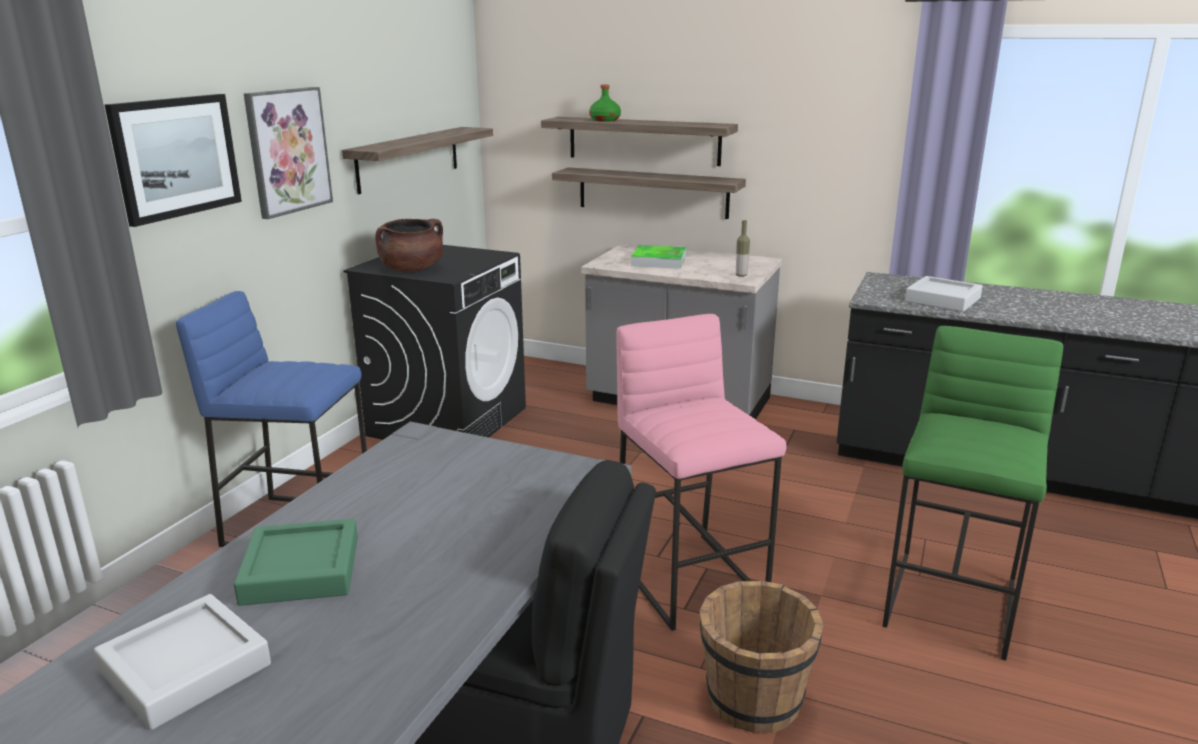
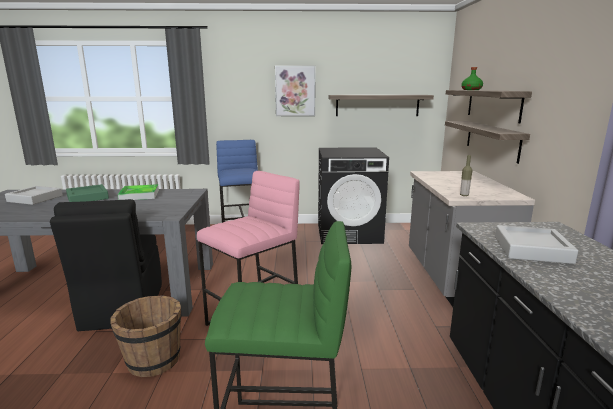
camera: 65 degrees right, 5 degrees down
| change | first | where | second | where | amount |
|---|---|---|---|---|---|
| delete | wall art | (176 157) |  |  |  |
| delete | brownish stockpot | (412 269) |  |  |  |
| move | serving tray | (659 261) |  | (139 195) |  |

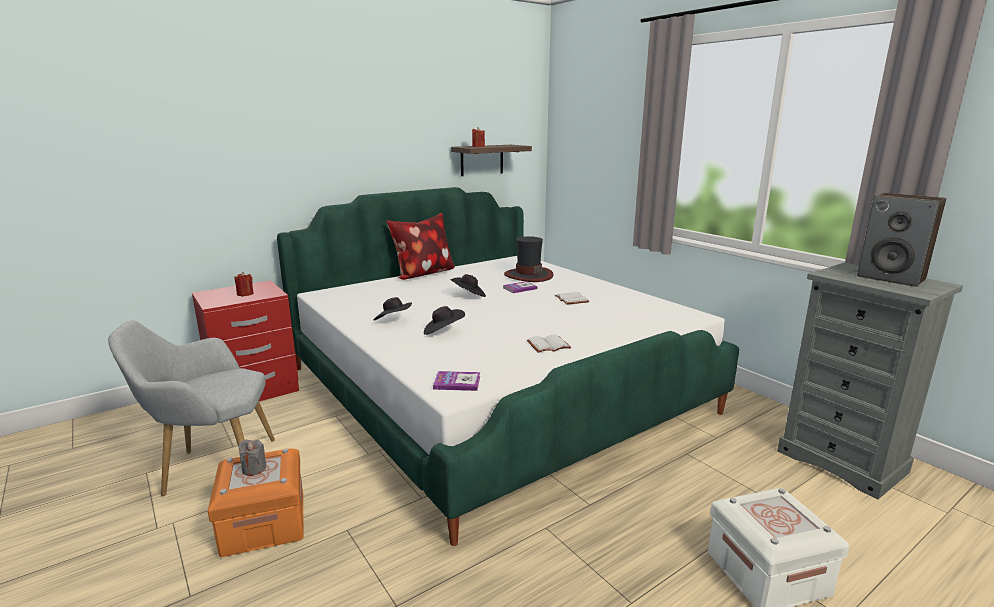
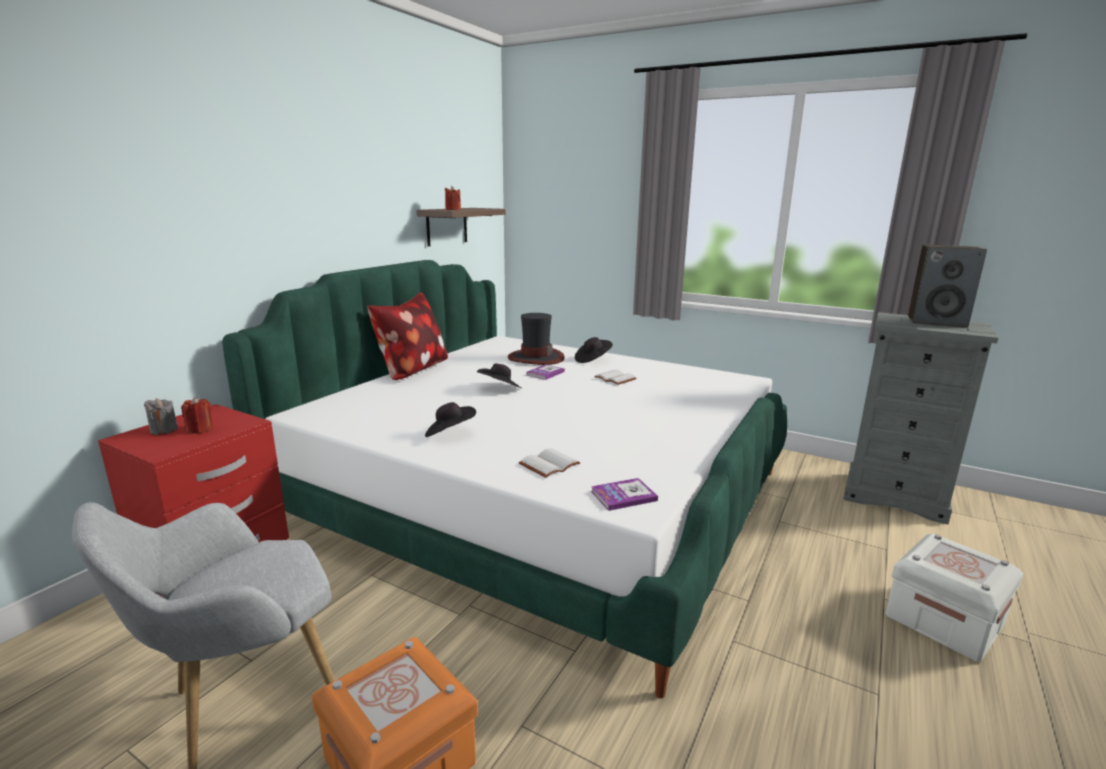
camera: 25 degrees left, 0 degrees up
| change | first | where | second | where | amount |
|---|---|---|---|---|---|
| move | black wearable hat | (443 332) |  | (592 360) |  |
| move | white-coloured book | (548 345) |  | (549 464) |  |
| move | gray wax light | (254 469) |  | (164 430) |  |

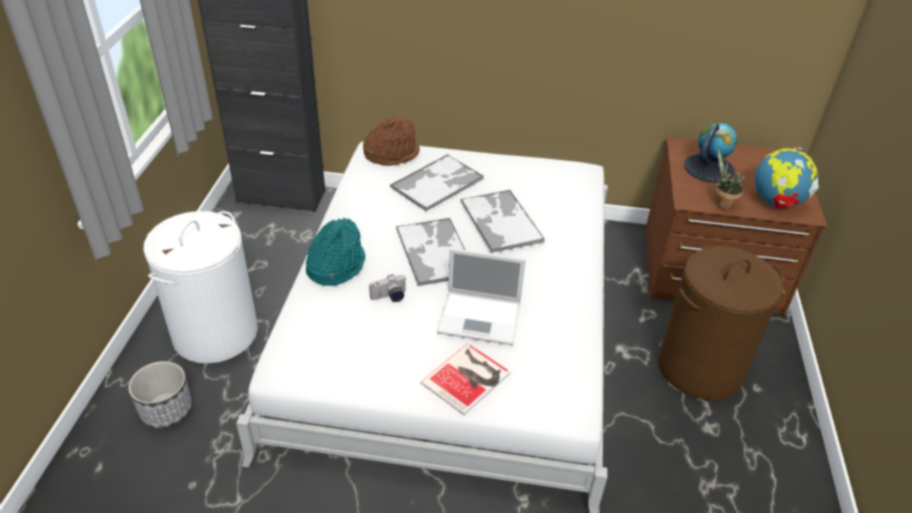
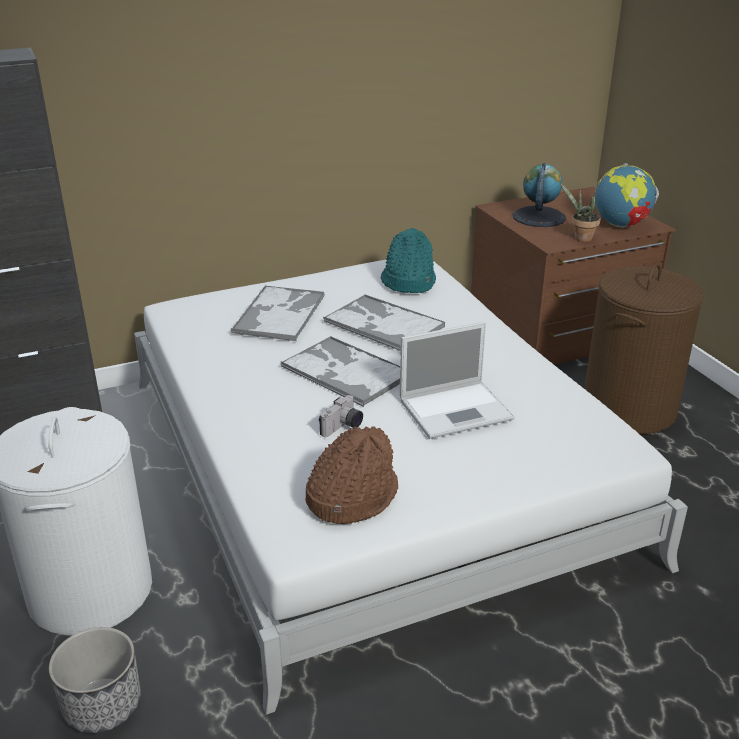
camera: 30 degrees left, 10 degrees down
| change | first | where | second | where | amount |
|---|---|---|---|---|---|
| move | brownish wearable hat | (391 154) |  | (351 497) |  |
| move | turquoise wearable hat | (335 266) |  | (407 282) |  |
| delete | book | (468 378) |  |  |  |

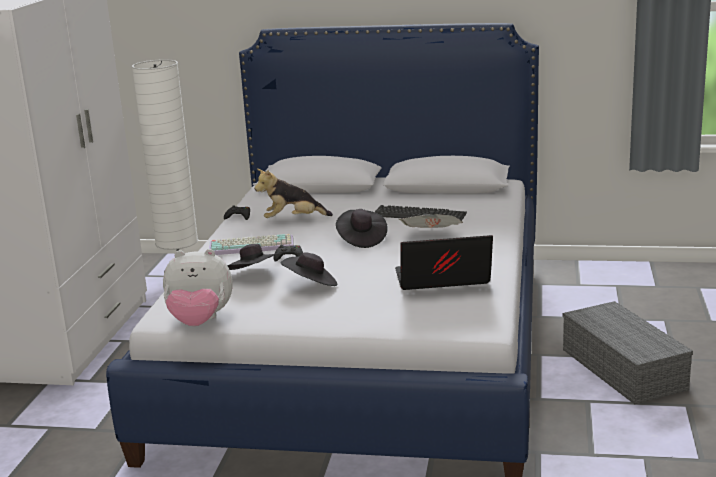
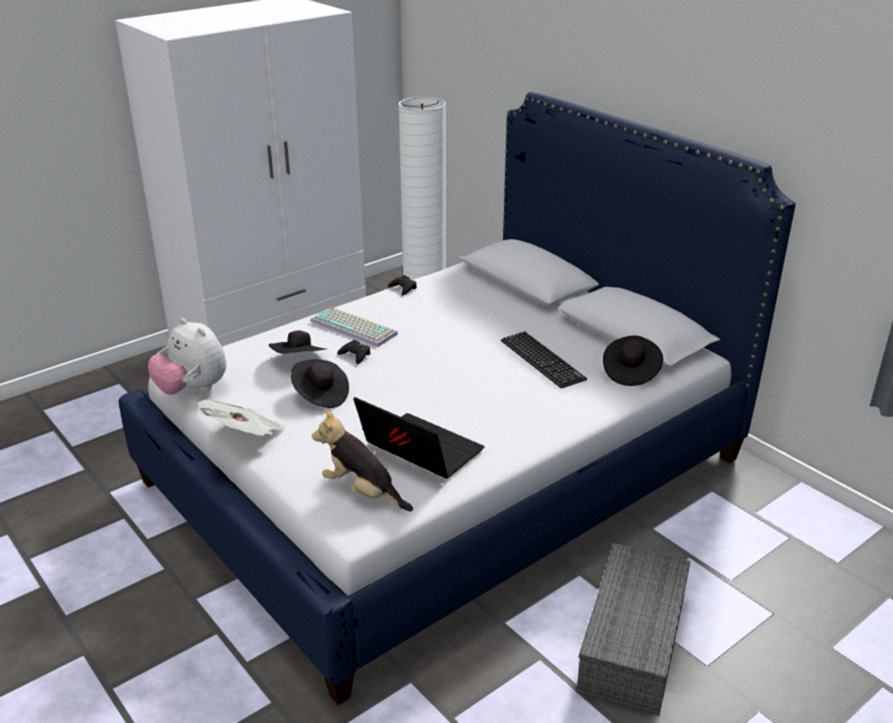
camera: 40 degrees right, 10 degrees up
| change | first | where | second | where | amount |
|---|---|---|---|---|---|
| move | plush toy | (293 220) |  | (362 492) |  |
| move | black wearable hat | (361 239) |  | (630 372) |  |
| move | printed paper | (432 238) |  | (244 436) |  |

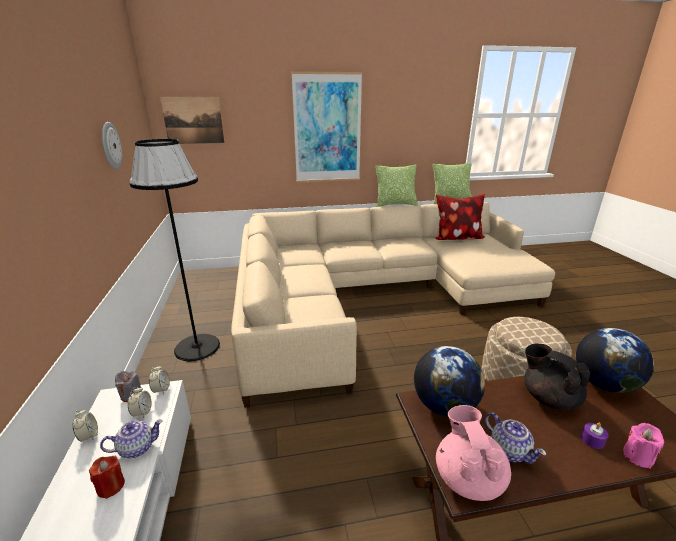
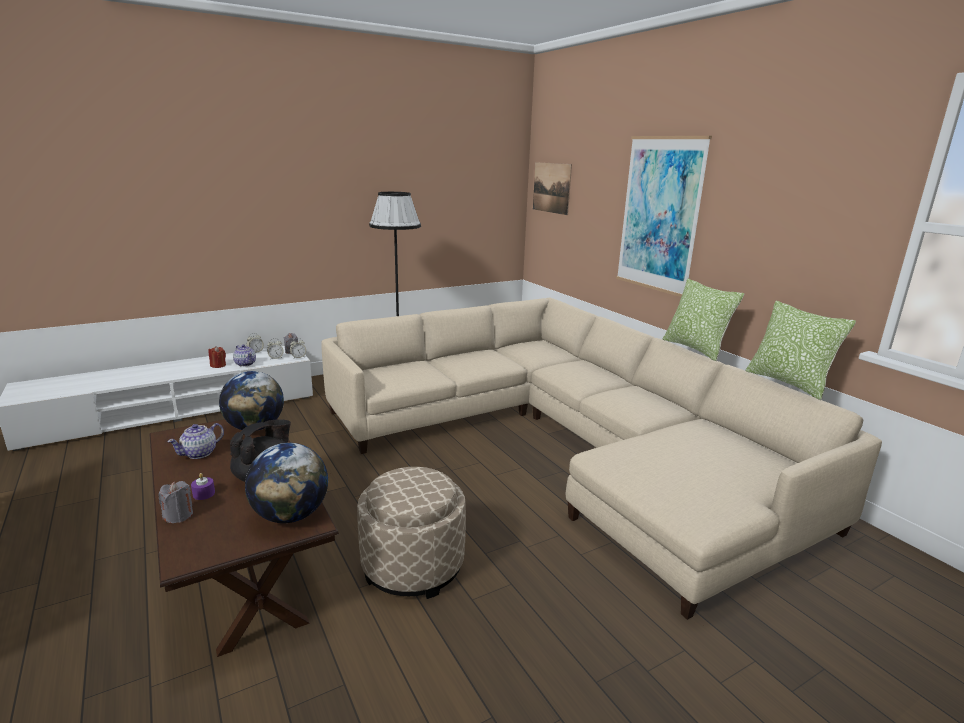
camera: 70 degrees right, 5 degrees down
| change | first | where | second | where | amount |
|---|---|---|---|---|---|
| delete | clock on the wall | (110 146) |  |  |  |
| delete | cushion | (456 238) |  |  |  |
| delete | pink-coloured teapot | (468 477) |  |  |  |
| recolor | pink-coloured wax light | (637 456) | gray wax light | (178 515) |  |

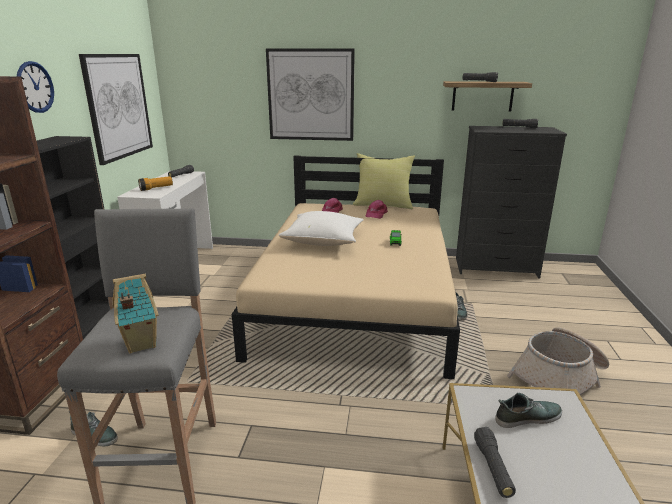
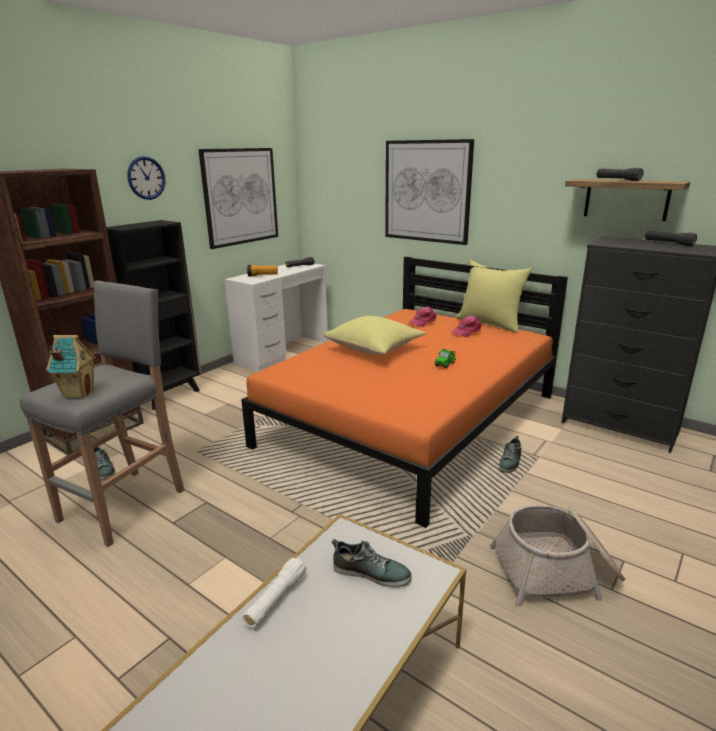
camera: 30 degrees right, 0 degrees up
| change | first | where | second | where | amount |
|---|---|---|---|---|---|
| recolor | sand-coloured bedroom bed | (356 299) | orangey bedroom bed | (411 420) |  |
| recolor | white-coloured cushion | (324 241) | yellow-coloured cushion | (375 350) |  |
| recolor | black flashlight | (493 468) | white-coloured flashlight | (276 600) |  |

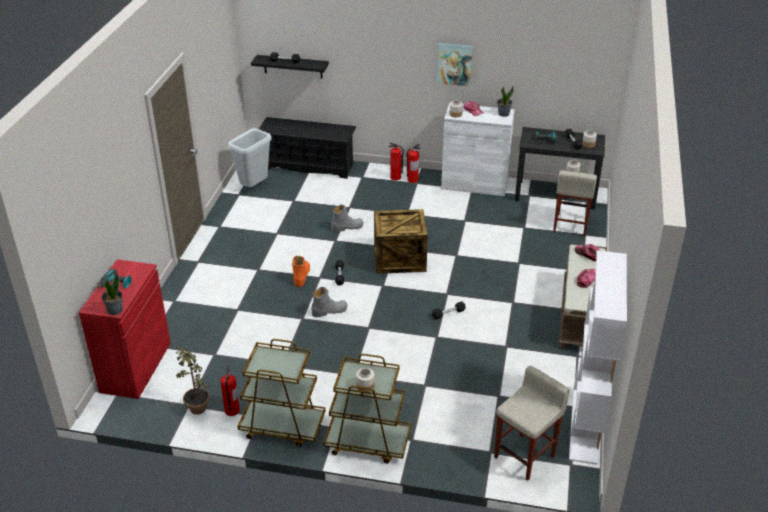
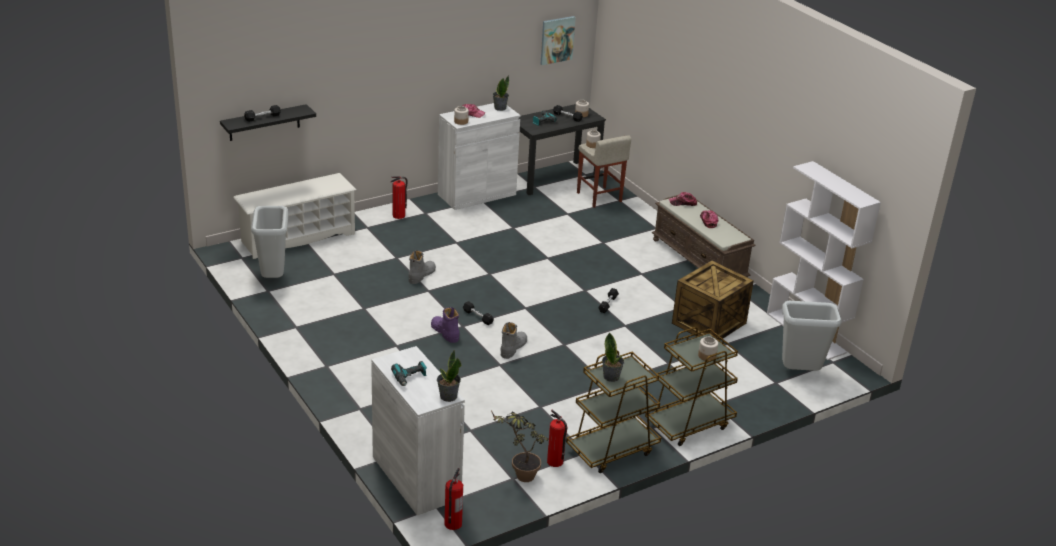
camera: 45 degrees left, 5 degrees down
| change | first | where | second | where | amount |
|---|---|---|---|---|---|
| move | wall art | (454 64) |  | (557 40) |  |
| recolor | black shoe rack | (308 166) | white-coloured shoe rack | (298 237) |  |
| move | fire extinguisher | (412 180) |  | (453 524) |  |
| move | crate | (399 259) |  | (709 323) |  |
| recolor | orangey boot | (301 276) | purple boot | (445 332) |  |
| recolor | red cabinet | (136 367) | white-coloured cabinet | (416 477) |  |
| replace | sand-coloured stool | (525 456) | gray waste bin | (800 372) |  |
| insert |  |  | potted plant | (611 377) |  |

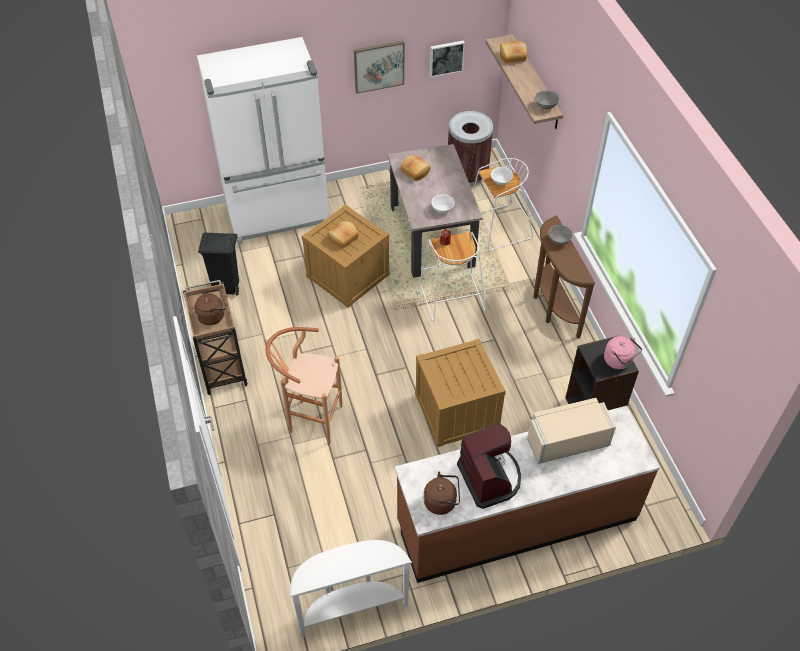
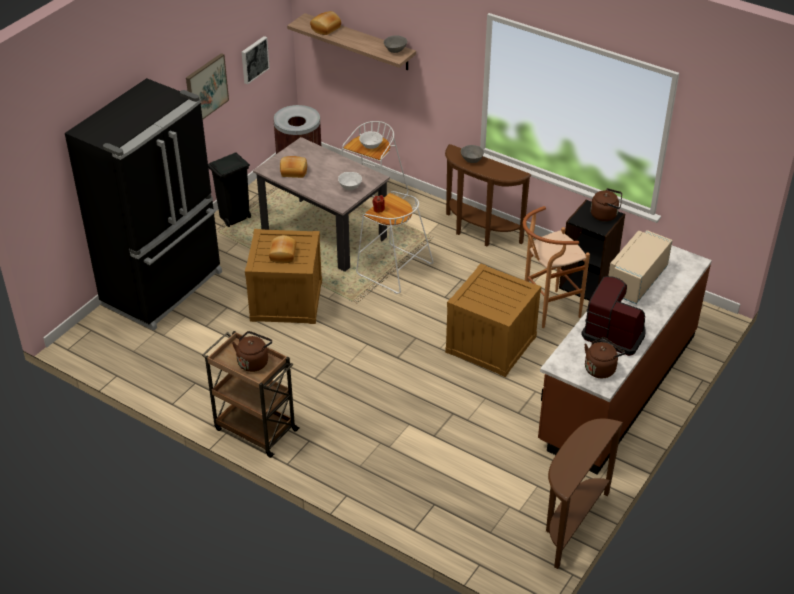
camera: 40 degrees left, 10 degrees down
| change | first | where | second | where | amount |
|---|---|---|---|---|---|
| recolor | white-coloured fridge | (278 215) | black fridge | (164 289) |  |
| move | black waste bin | (226 288) |  | (234 218) |  |
| move | brownish stool | (310 419) |  | (546 312) |  |
| recolor | pink-coloured kettle | (619 361) | brownish kettle | (605 215) |  |
| recolor | white-coloured console table | (351 608) | brownish console table | (570 524) |  |

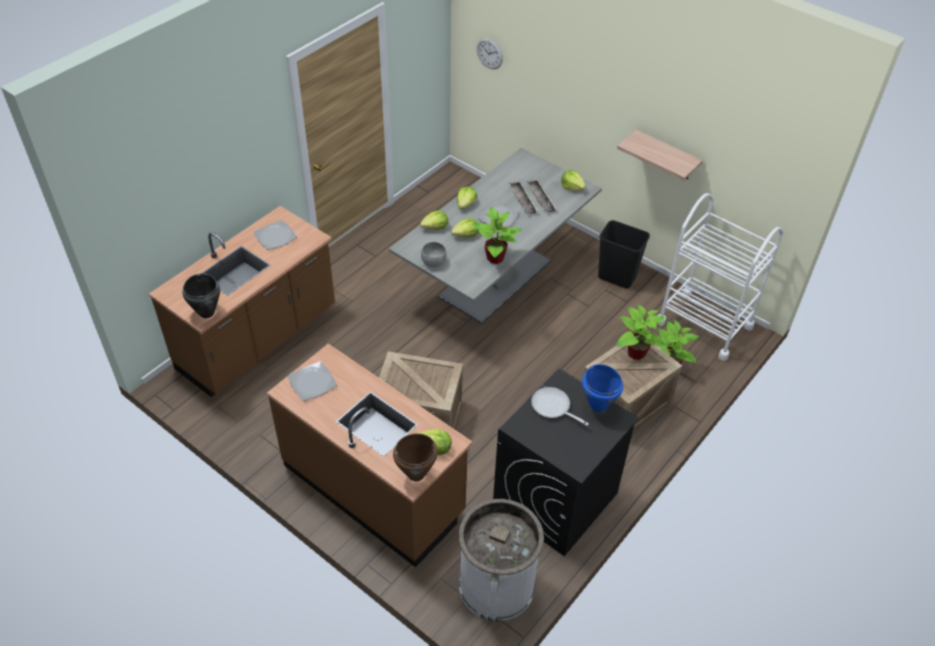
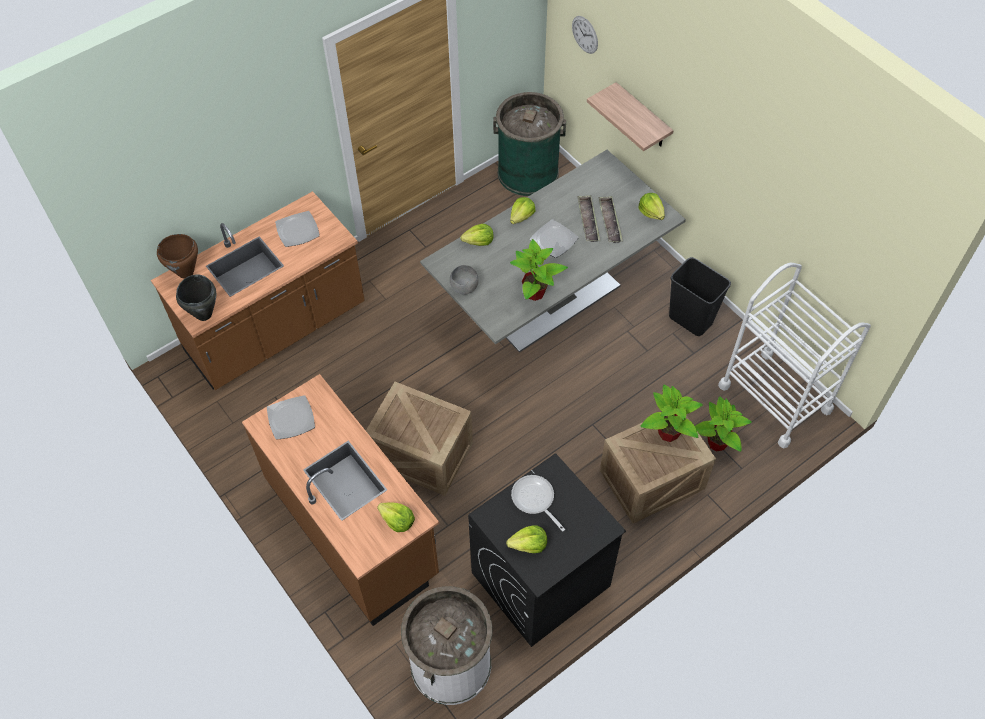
camera: 15 degrees right, 10 degrees up
| change | first | where | second | where | amount |
|---|---|---|---|---|---|
| move | shelf | (666 156) |  | (642 117) |  |
| move | head of lettuce | (466 235) |  | (529 545) |  |
| delete | bluish stockpot | (598 405) |  |  |  |
| move | brownish stockpot | (416 474) |  | (186 272) |  |
| insert |  |  | greenish waste bin | (528 173) |  |

